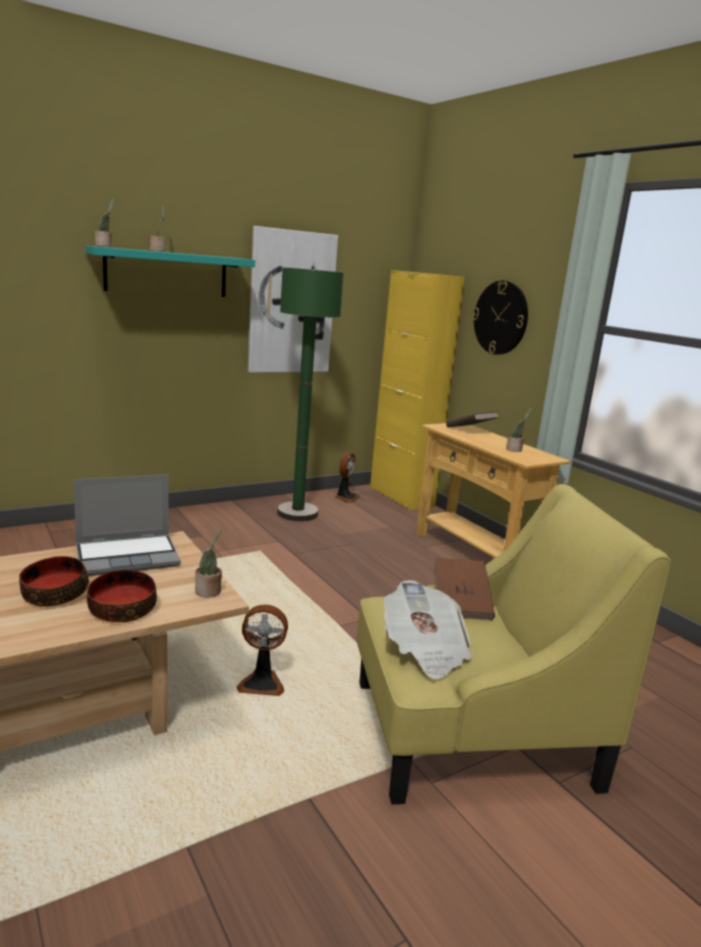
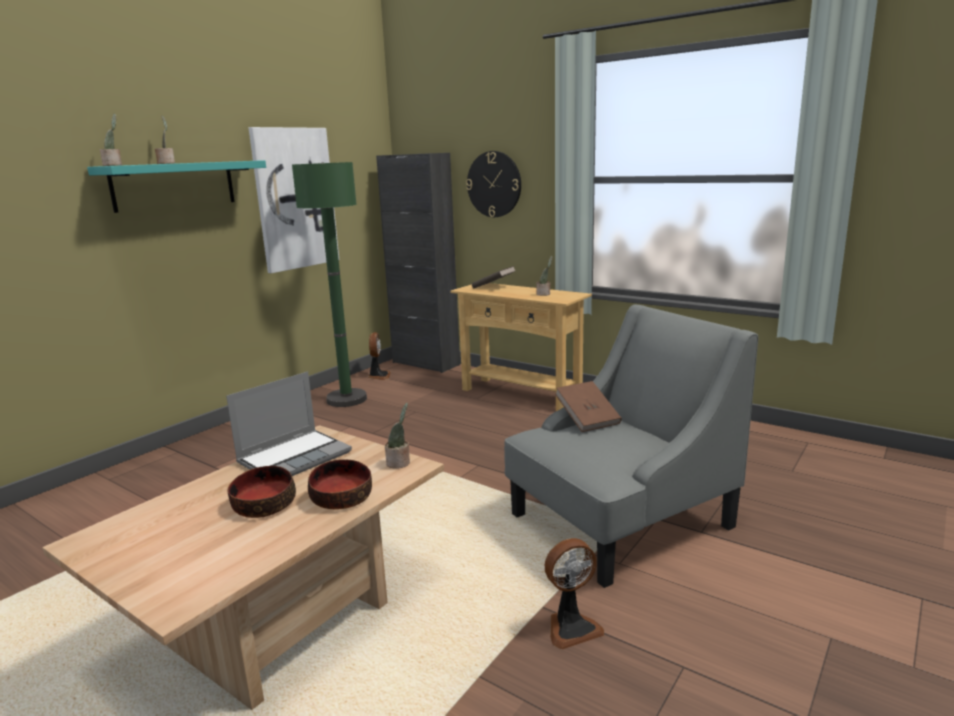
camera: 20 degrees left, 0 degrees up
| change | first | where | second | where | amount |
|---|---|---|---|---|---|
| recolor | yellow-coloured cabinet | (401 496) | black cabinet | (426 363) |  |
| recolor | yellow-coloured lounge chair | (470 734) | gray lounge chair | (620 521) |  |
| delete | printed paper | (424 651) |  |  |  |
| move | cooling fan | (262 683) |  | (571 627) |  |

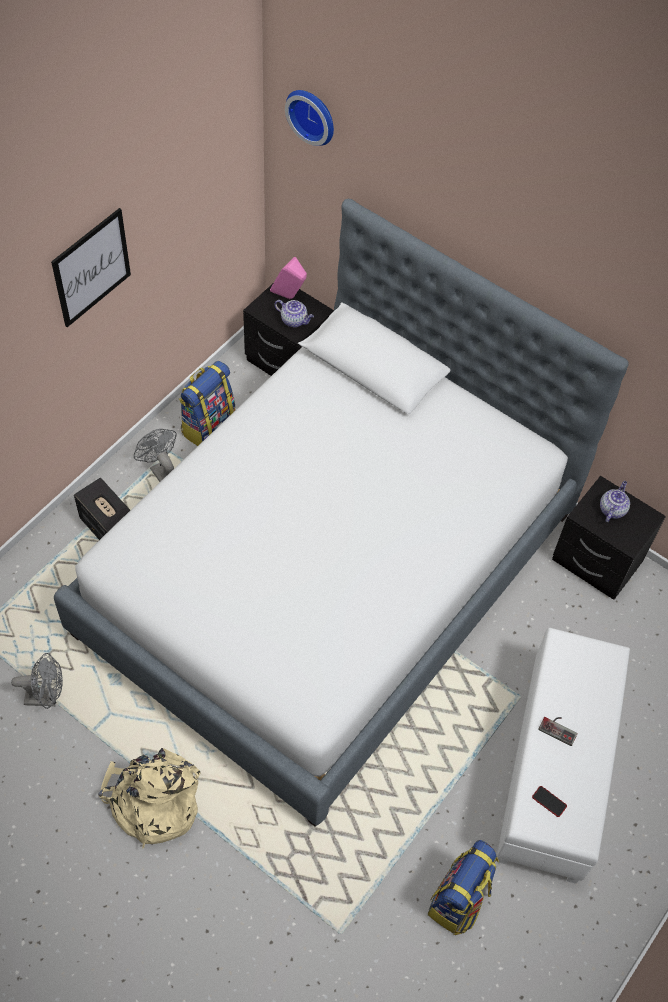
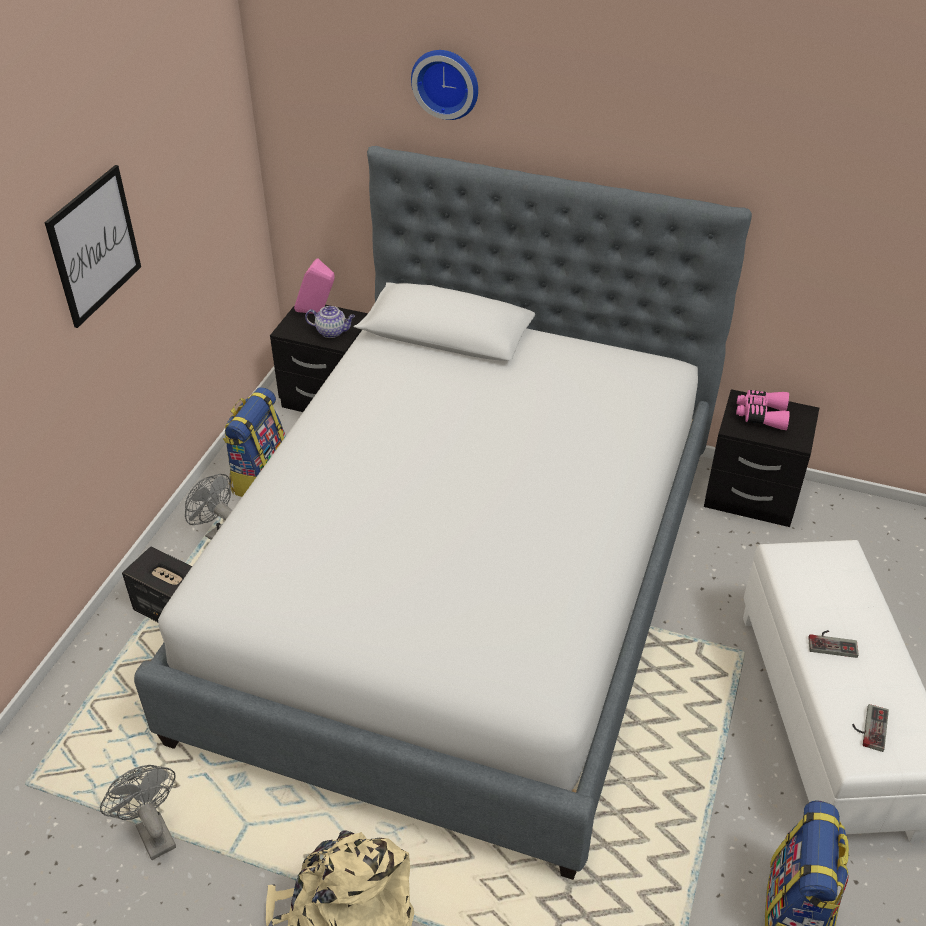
camera: 15 degrees left, 15 degrees down
| change | first | where | second | where | amount |
|---|---|---|---|---|---|
| move | clock on the wall | (313 115) |  | (446 82) |  |
| replace | teapot | (612 509) | pink-coloured binoculars | (761 415) |  |
| rotate | gray cooling fan | (47 697) |  | (152 831) | 105 degrees counterclockwise |
| replace | phone | (549 801) | joypad | (868 727) |  |

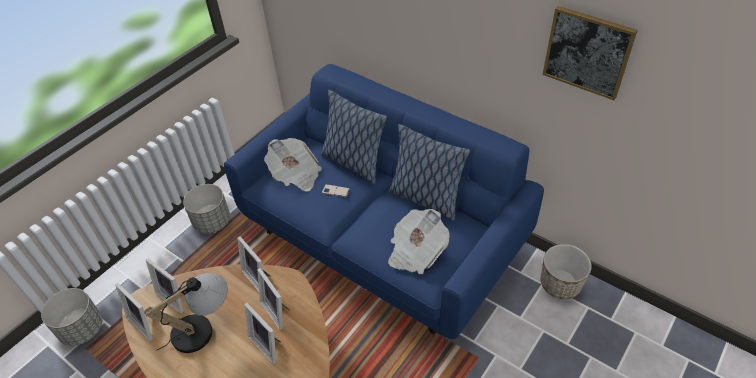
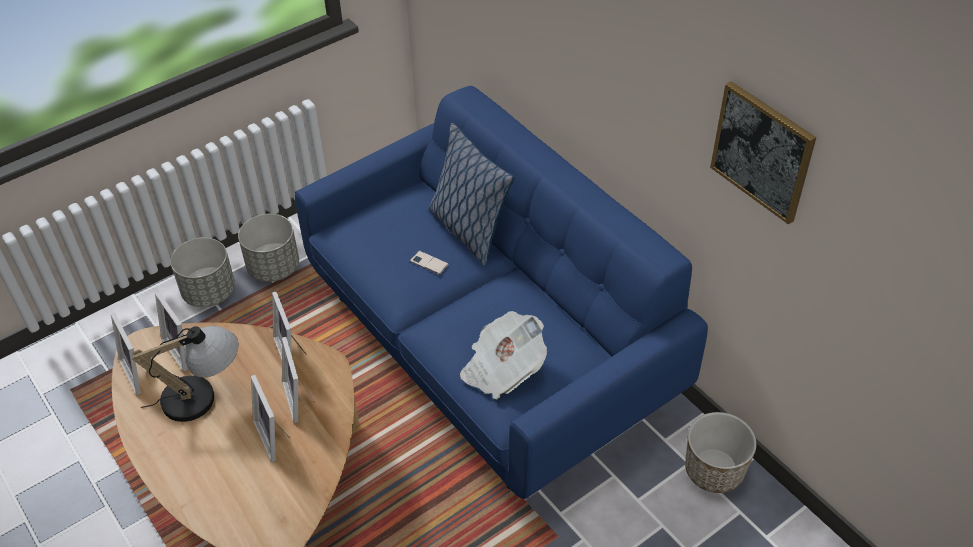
camera: 15 degrees right, 0 degrees up
| change | first | where | second | where | amount |
|---|---|---|---|---|---|
| delete | cushion | (425 198) |  |  |  |
| delete | printed paper | (295 175) |  |  |  |
| move | gray flower pot | (82 329) |  | (209 292) |  |

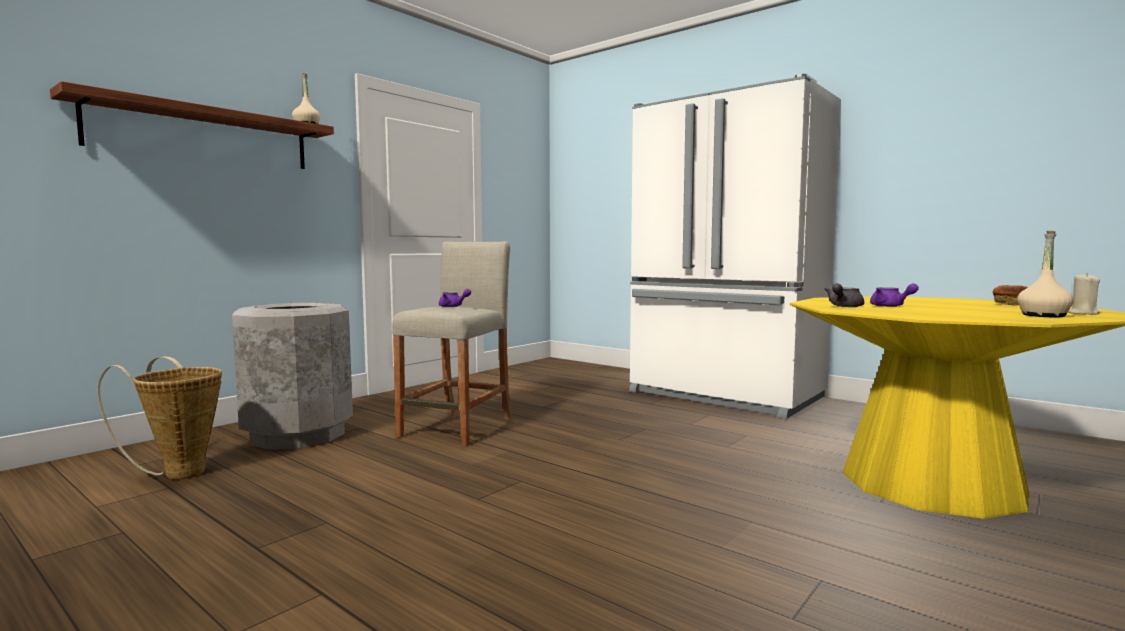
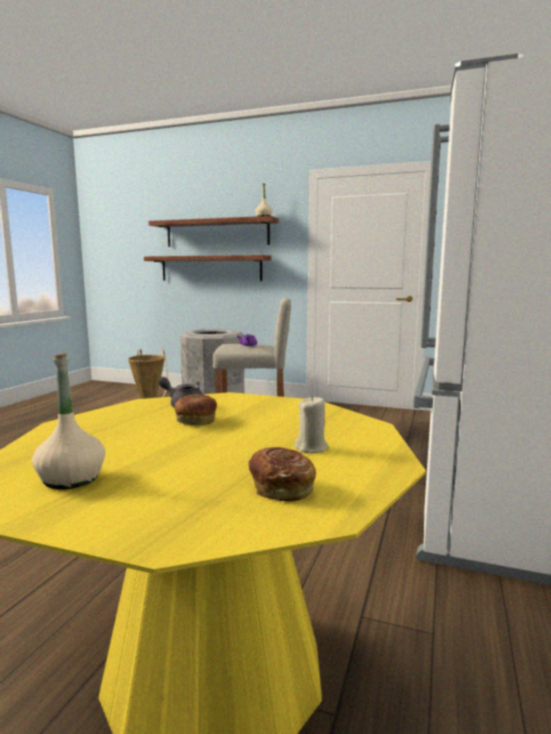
camera: 70 degrees right, 5 degrees up
| change | first | where | second | where | amount |
|---|---|---|---|---|---|
| move | sand-coloured wax light | (1082 313) |  | (311 448) |  |
| replace | purple teapot | (890 306) | bakery bread | (195 421) |  |
| insert |  |  | shelf | (210 268) |  |

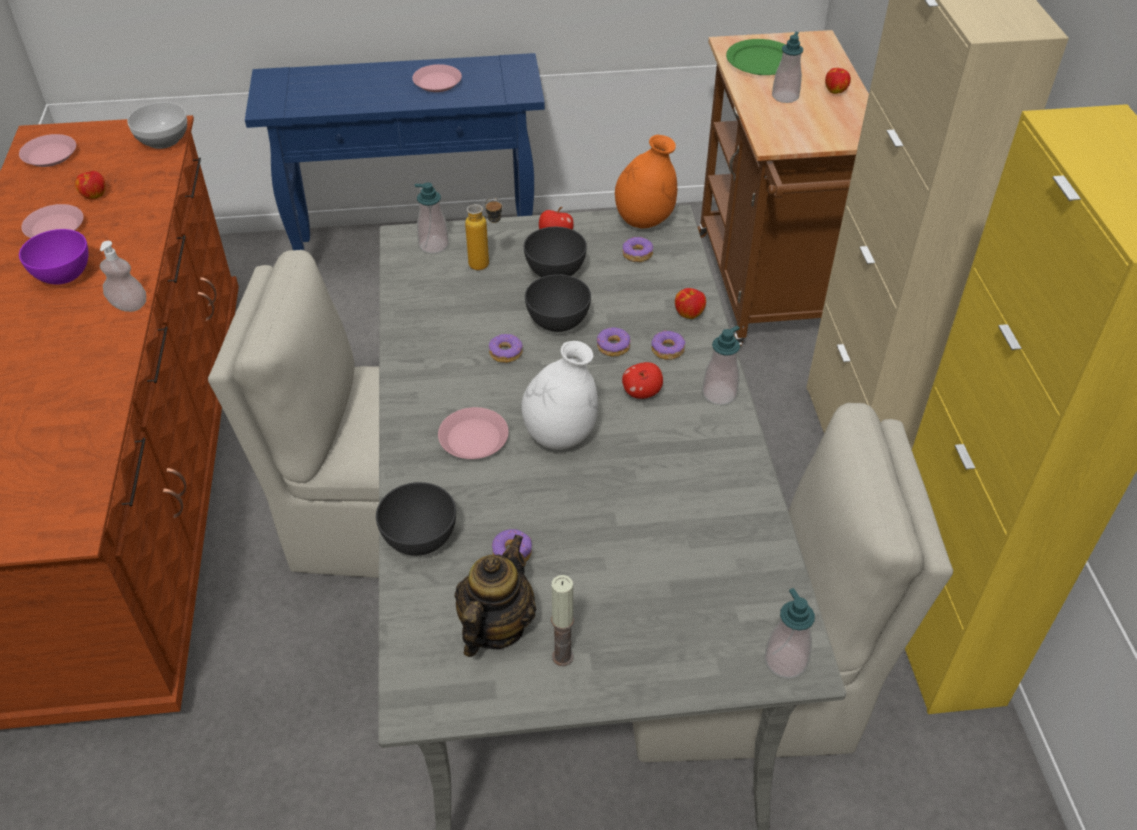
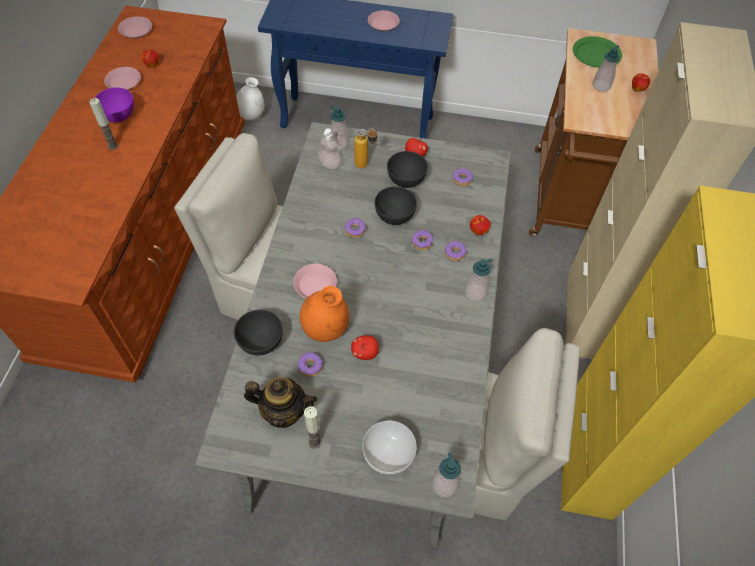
camera: 15 degrees right, 10 degrees up
| change | first | where | second | where | amount |
|---|---|---|---|---|---|
| move | bowl | (164 140) |  | (389 455) |  |
| move | orangey flower vase | (644 220) |  | (325 329) |  |
| move | soap dispenser | (129 305) |  | (329 164) |  |
| move | white-coloured flower vase | (560 436) |  | (251 116) |  |
| move | apple | (641 393) |  | (365 353) |  |
| rotate | teapot | (495 627) |  | (284 412) | 60 degrees clockwise |
| insert |  |  | wax light | (113 146) |  |

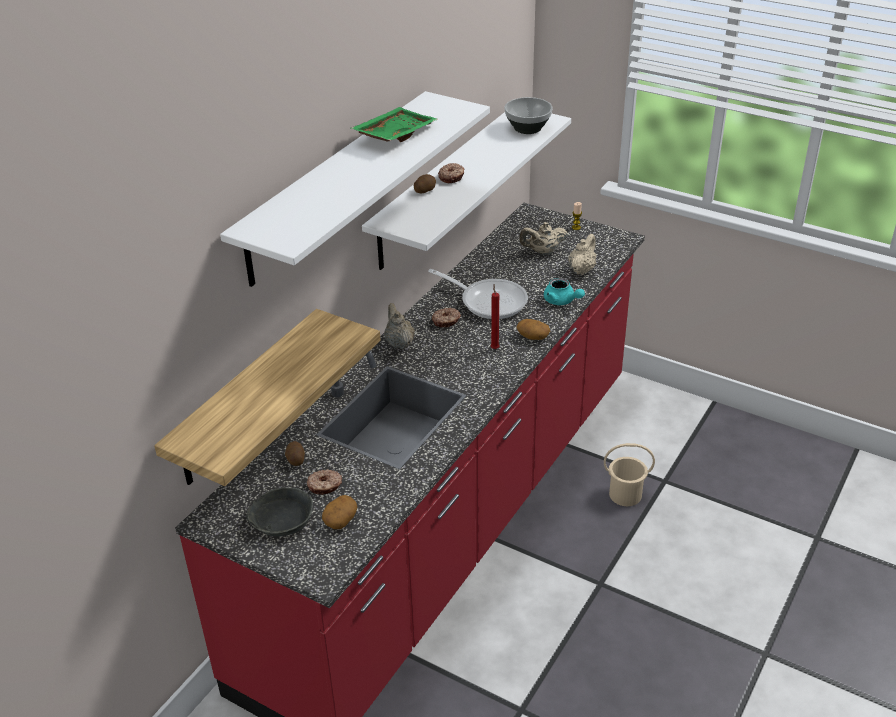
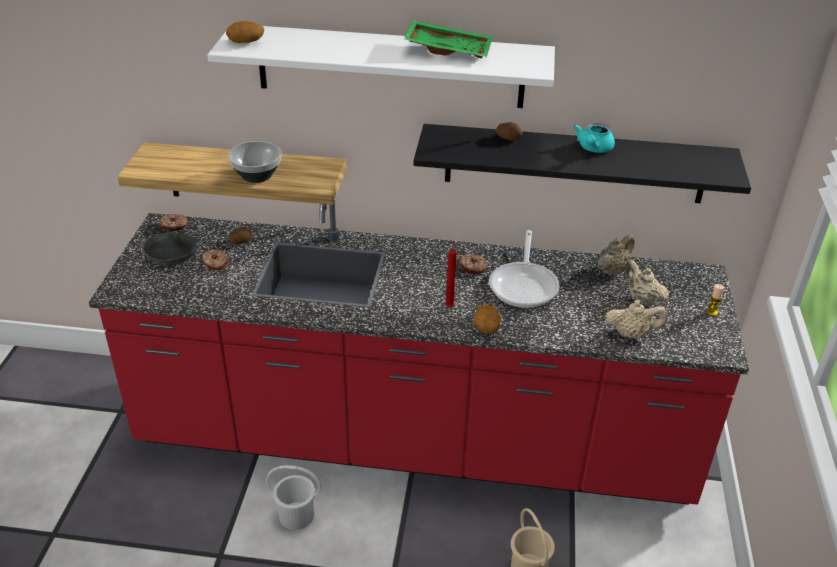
camera: 65 degrees right, 0 degrees up
| change | first | where | second | where | amount |
|---|---|---|---|---|---|
| move | bowl | (528 129) |  | (256 176) |  |
| recolor | white-coloured shelf | (445 186) | black shelf | (574 164) |  |
| move | ring doughnut | (452 177) |  | (174 226) |  |
| move | turquoise teapot | (562 301) |  | (593 149) |  |
| move | sand-coloured teapot | (399 342) |  | (612 270) |  |
| move | spud | (340 519) |  | (246 41) |  |
| insert |  |  | white-coloured bucket | (296 515) |  |

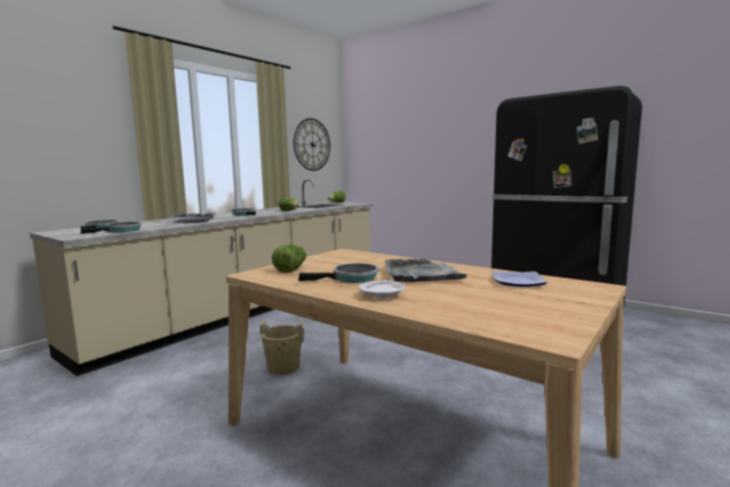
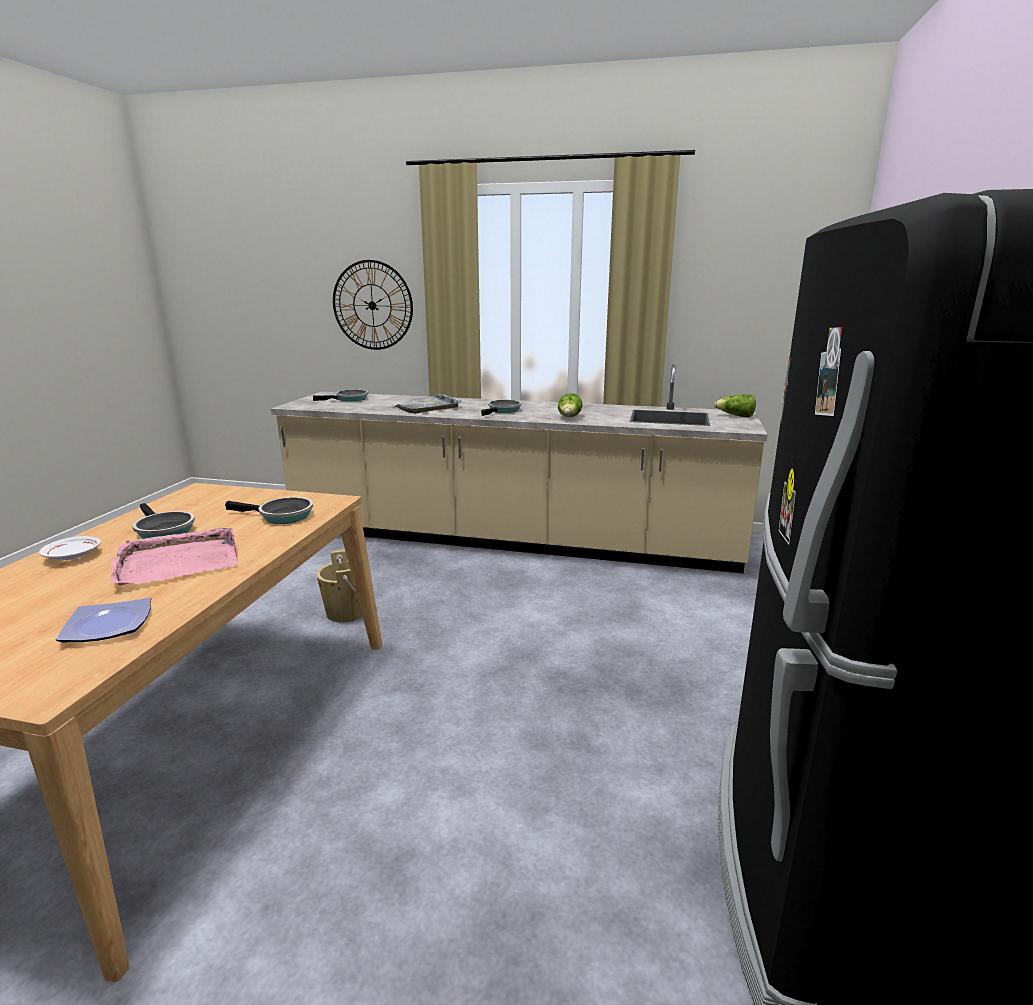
camera: 65 degrees right, 10 degrees up
| change | first | where | second | where | amount |
|---|---|---|---|---|---|
| move | clock on the wall | (312 144) |  | (372 305) |  |
| move | frying pan | (121 231) |  | (282 516) |  |
| delete | head of lettuce | (291 269) |  |  |  |
| recolor | gray serving tray | (422 274) | pink-coloured serving tray | (177 561) |  |

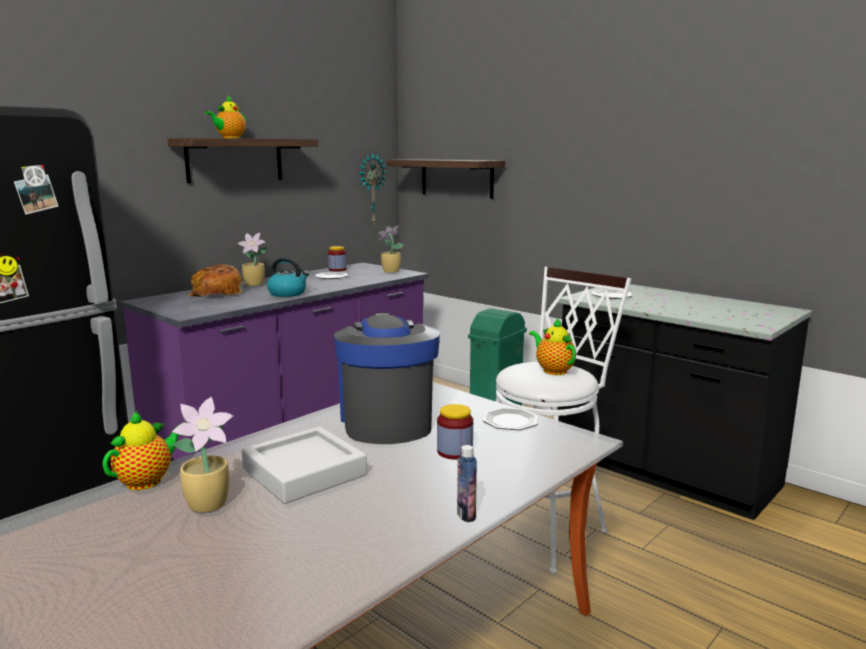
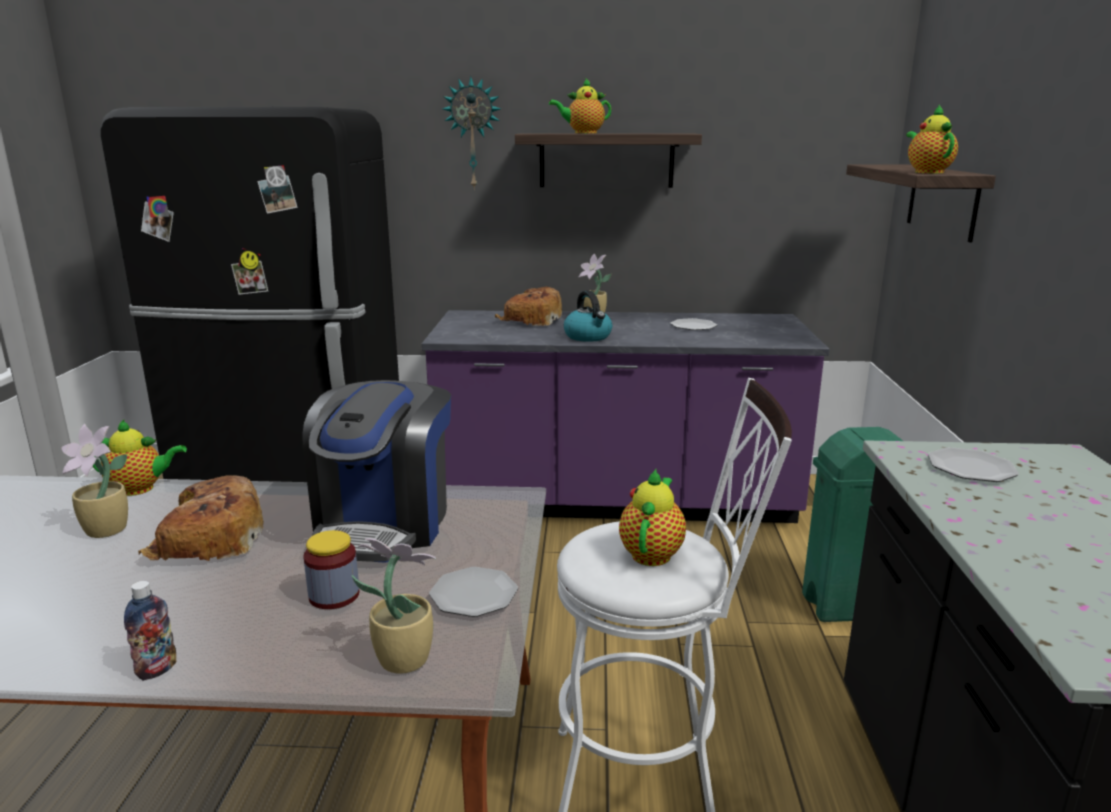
camera: 50 degrees right, 5 degrees up
| change | first | where | second | where | amount |
|---|---|---|---|---|---|
| move | clock on the wall | (371 189) |  | (473 134) |  |
| move | potted plant | (390 271) |  | (402 658) |  |
| delete | storage jar | (337 269) |  |  |  |
| rotate | coffee brewer | (386 420) |  | (384 524) | 150 degrees clockwise |
| replace | gray serving tray | (304 472) | bakery bread | (208 540) |  |
| insert |  |  | teapot | (927 172) |  |

